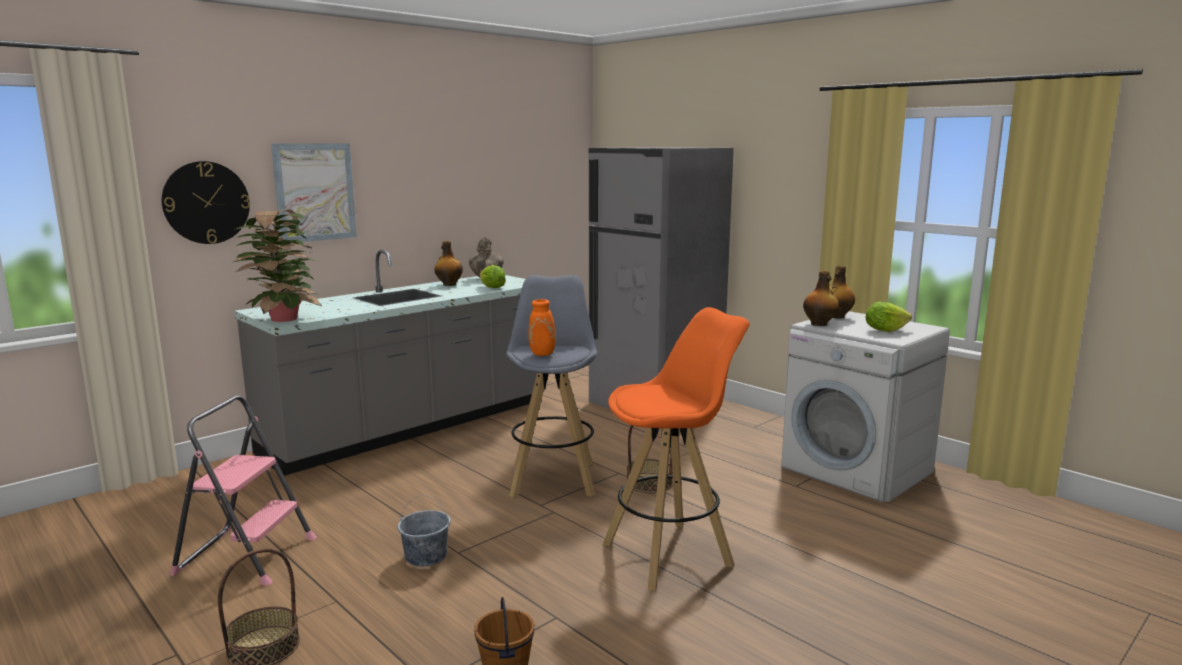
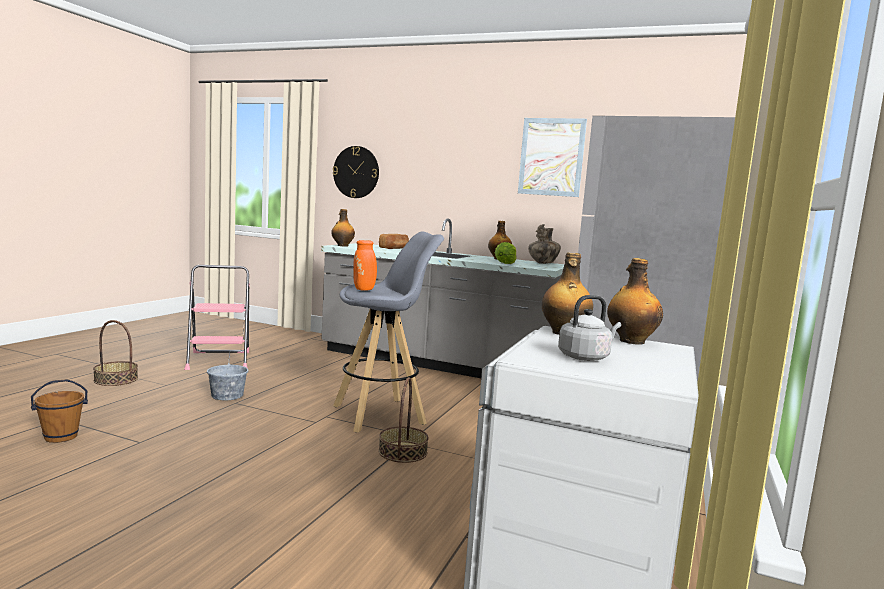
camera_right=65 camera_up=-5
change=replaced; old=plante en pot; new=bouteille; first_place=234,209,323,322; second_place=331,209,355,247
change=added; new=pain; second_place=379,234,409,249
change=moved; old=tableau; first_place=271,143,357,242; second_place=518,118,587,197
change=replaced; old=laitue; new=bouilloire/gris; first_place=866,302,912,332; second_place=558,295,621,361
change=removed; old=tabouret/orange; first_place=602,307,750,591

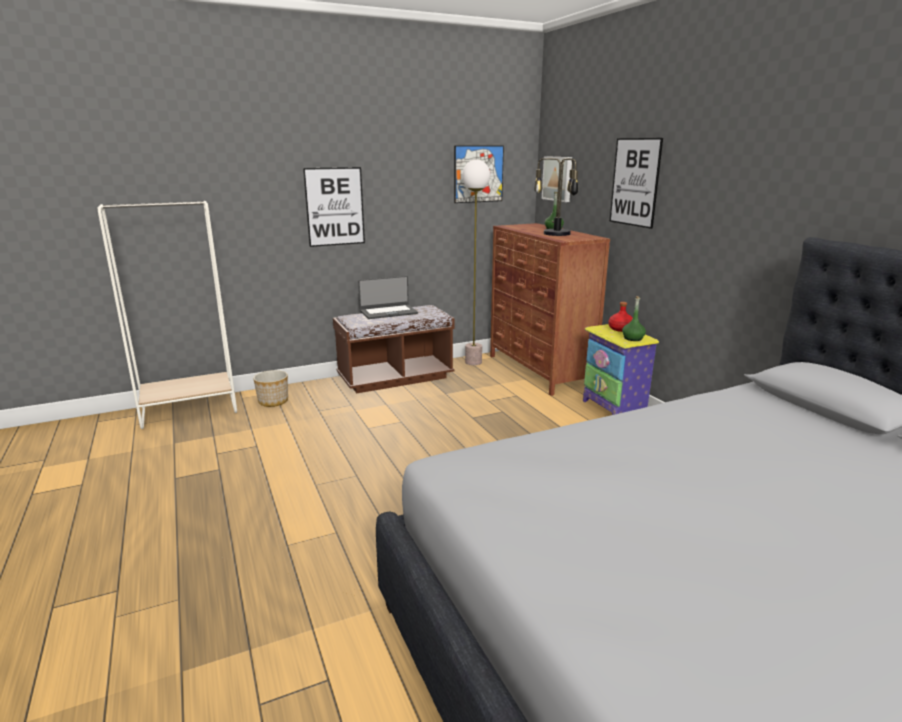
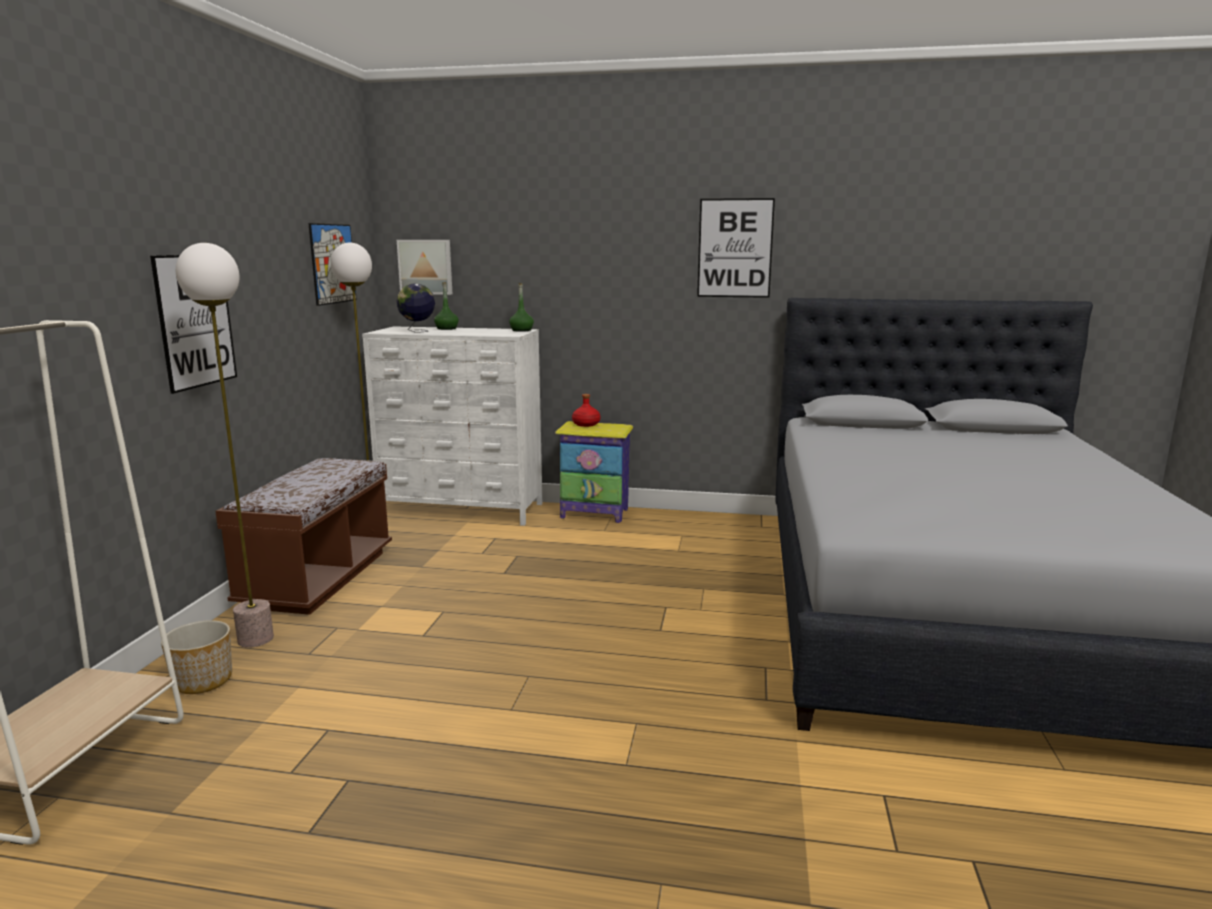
camera_right=-55 camera_up=-5
change=added; new=lampadaire; second_place=176,243,274,648
change=recoloured; old=commode/marron; new=commode/blanc; first_place=490,223,610,396; second_place=362,326,542,526
change=added; new=globe; second_place=397,283,435,333
change=moved; old=bouteille/vert; first_place=622,296,646,341; second_place=509,283,534,332
change=moved; old=tableau; first_place=610,138,663,229; second_place=697,198,775,298
change=removed; old=ordinateur portable; first_place=358,276,418,319
change=removed; old=lampe de table; first_place=534,158,578,236

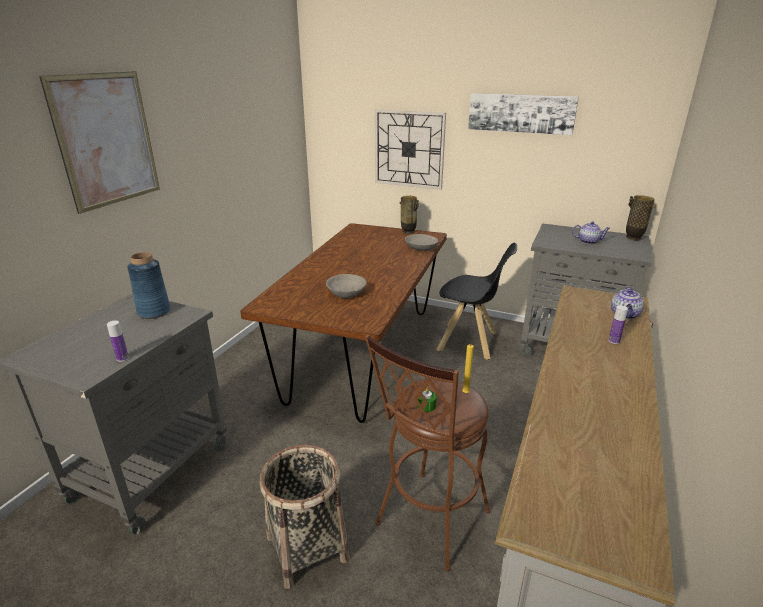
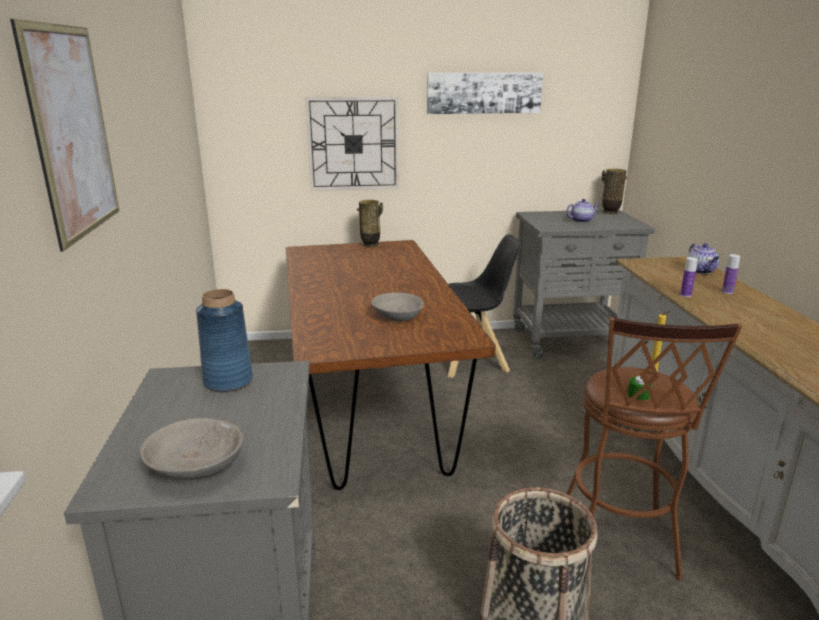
camera_right=-30 camera_up=-5
change=moved; old=bol/gris; first_place=405,234,438,251; second_place=139,418,243,480
change=moved; old=bouteille; first_place=107,321,129,362; second_place=680,257,698,297

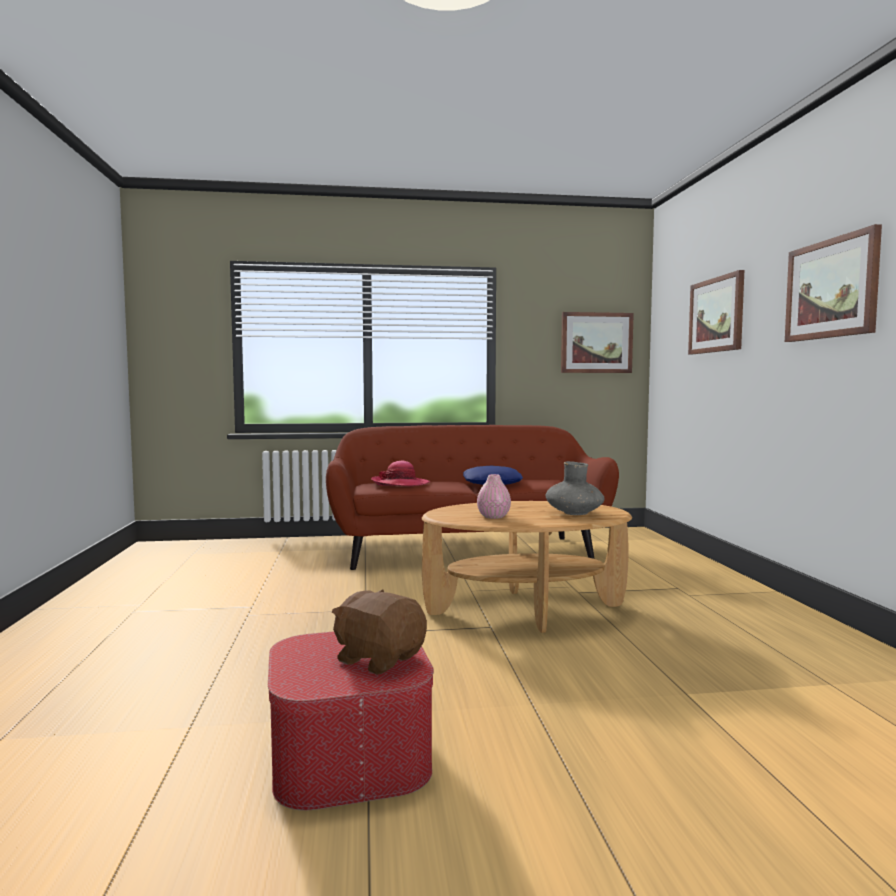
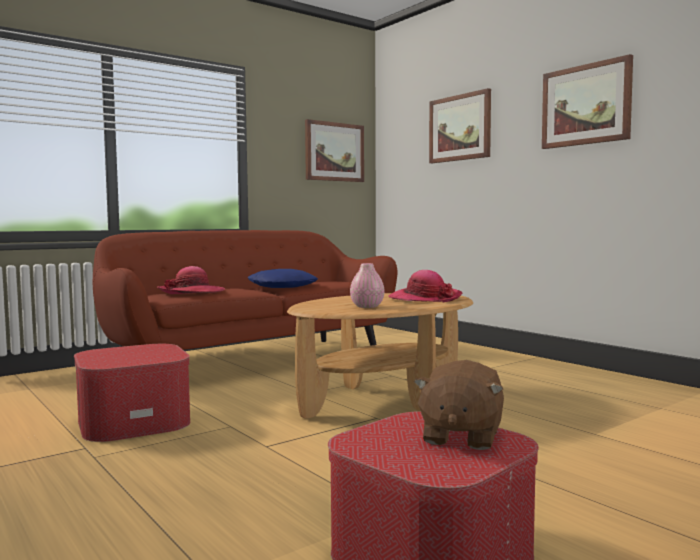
camera_right=-30 camera_up=0
change=added; new=pouf; second_place=74,344,190,442
change=replaced; old=vase/gris; new=chapeau; first_place=546,461,604,515; second_place=388,270,462,302
change=turned; old=peluche/marron; first_place=332,589,427,675; second_place=414,360,504,450; degrees=-75

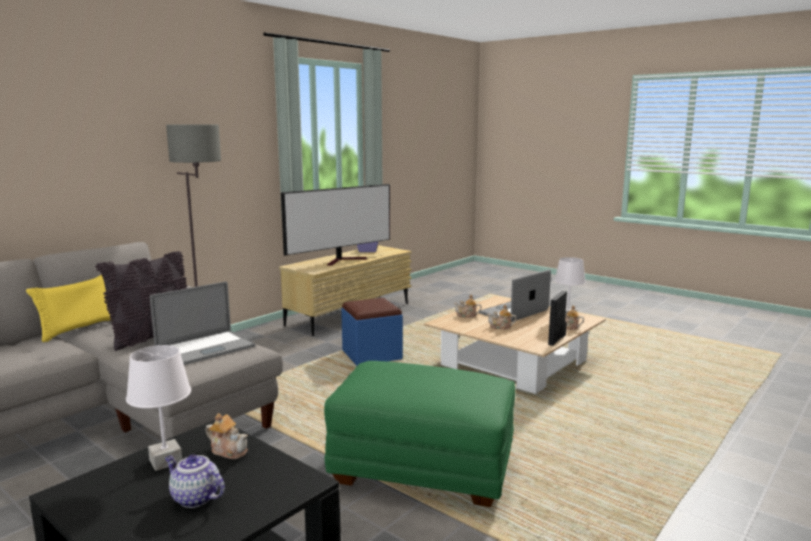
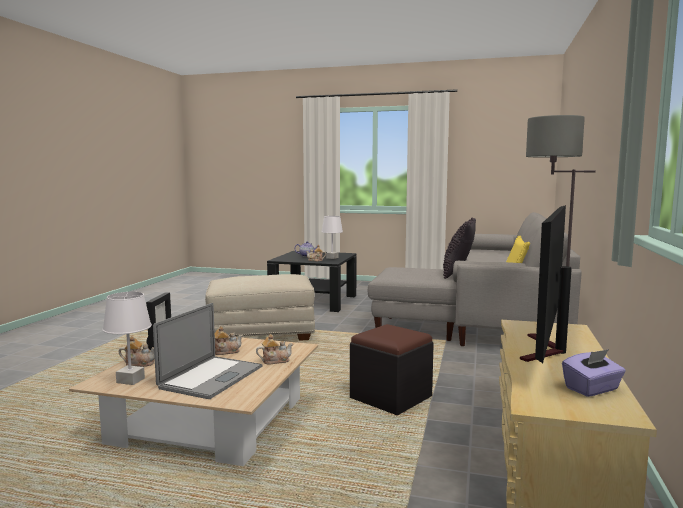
camera_right=155 camera_up=-5
change=recoloured; old=pouf/vert; new=pouf/beige; first_place=324,361,515,507; second_place=205,274,315,341
change=recoloured; old=pouf/bleu; new=pouf/noir; first_place=341,298,403,366; second_place=350,324,434,415
change=removed; old=ordinateur portable; first_place=150,281,255,365

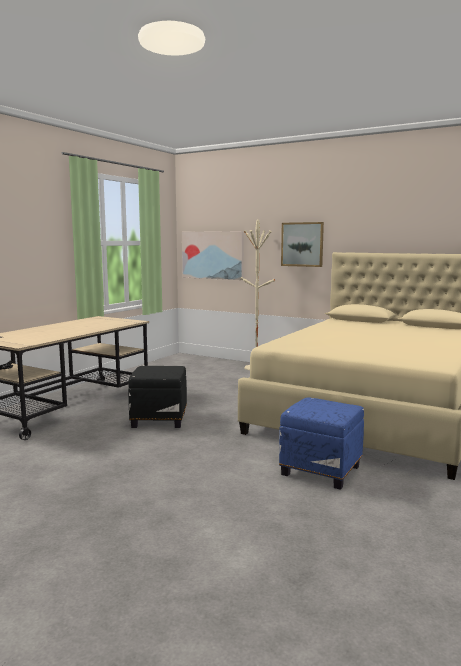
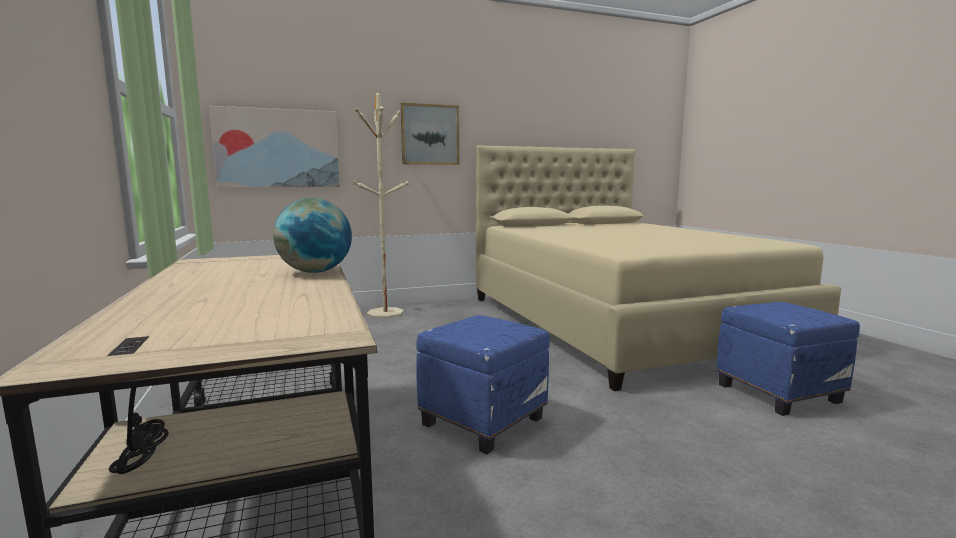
camera_right=-50 camera_up=0
change=added; new=globe; second_place=273,198,352,273
change=recoloured; old=pouf/noir; new=pouf/bleu; first_place=128,366,187,428; second_place=416,315,550,454

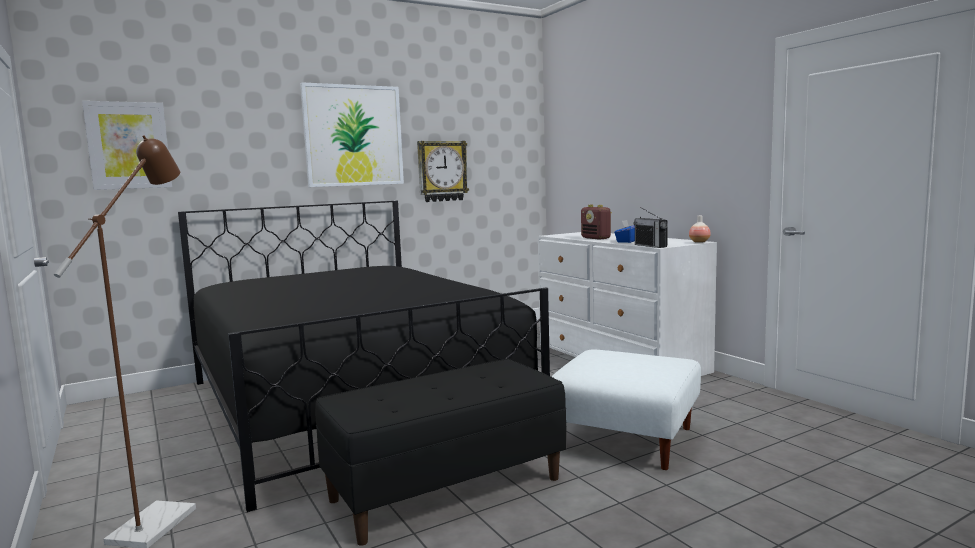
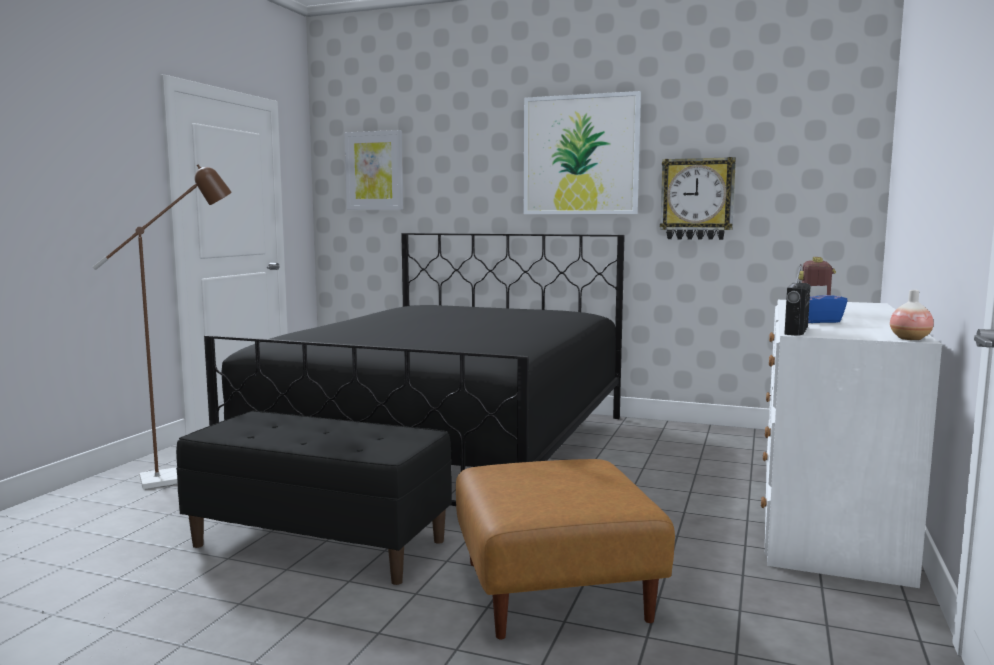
camera_right=50 camera_up=0
change=recoloured; old=pouf/blanc; new=pouf/marron; first_place=551,349,701,470; second_place=456,459,675,639

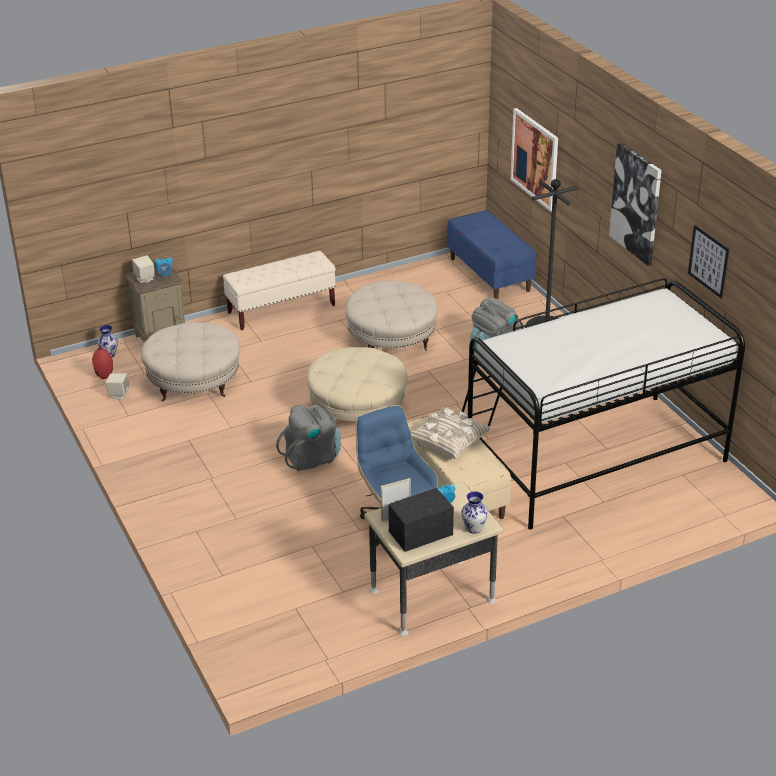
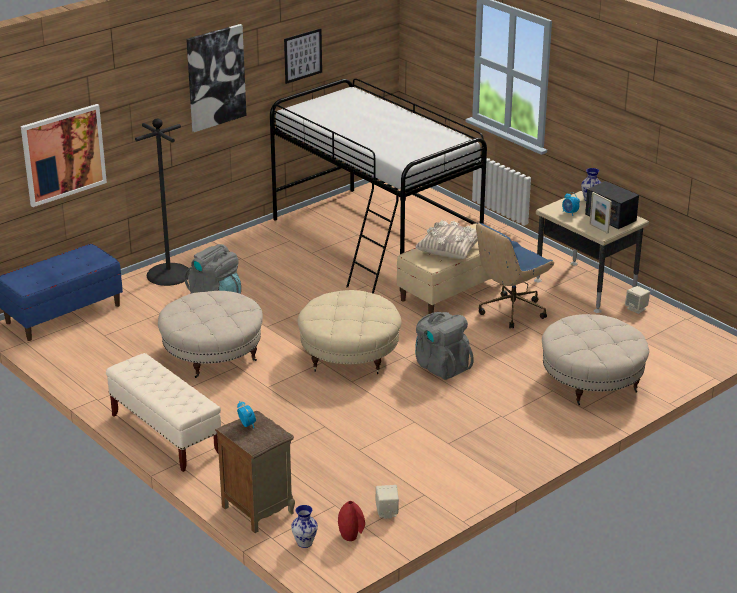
camera_right=-105 camera_up=-5
change=moved; old=pouf/beige; first_place=141,322,240,401; second_place=542,314,649,405
change=moved; old=enceinte/beige; first_place=132,255,155,283; second_place=625,286,650,314

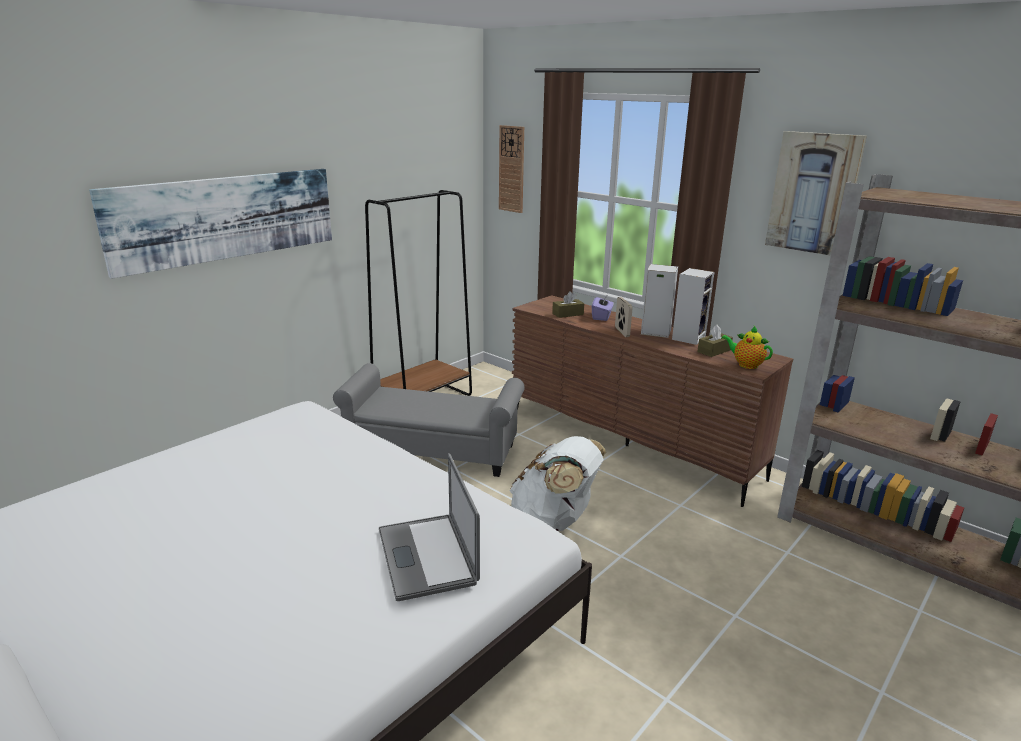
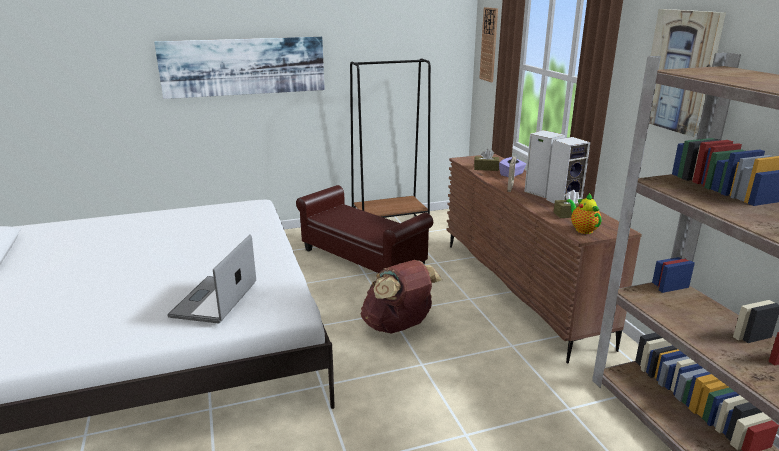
camera_right=30 camera_up=0
change=recoloured; old=pouf/gris; new=pouf/marron; first_place=333,363,525,477; second_place=296,185,433,273
change=recoloured; old=sac à dos/blanc; new=sac à dos/marron; first_place=510,436,606,531; second_place=361,260,442,333

